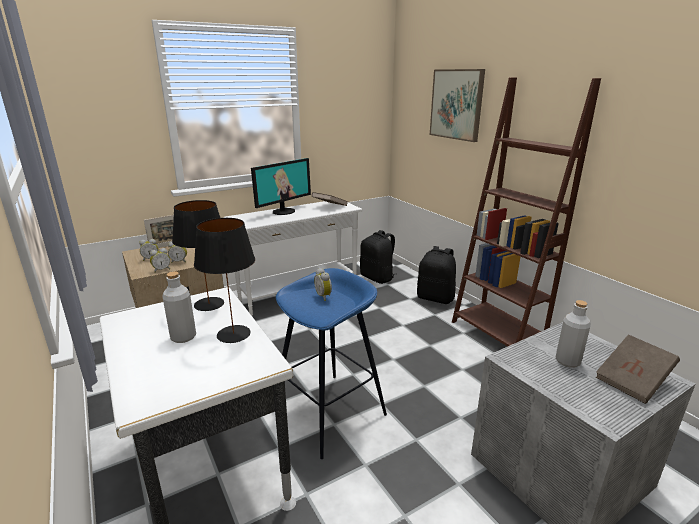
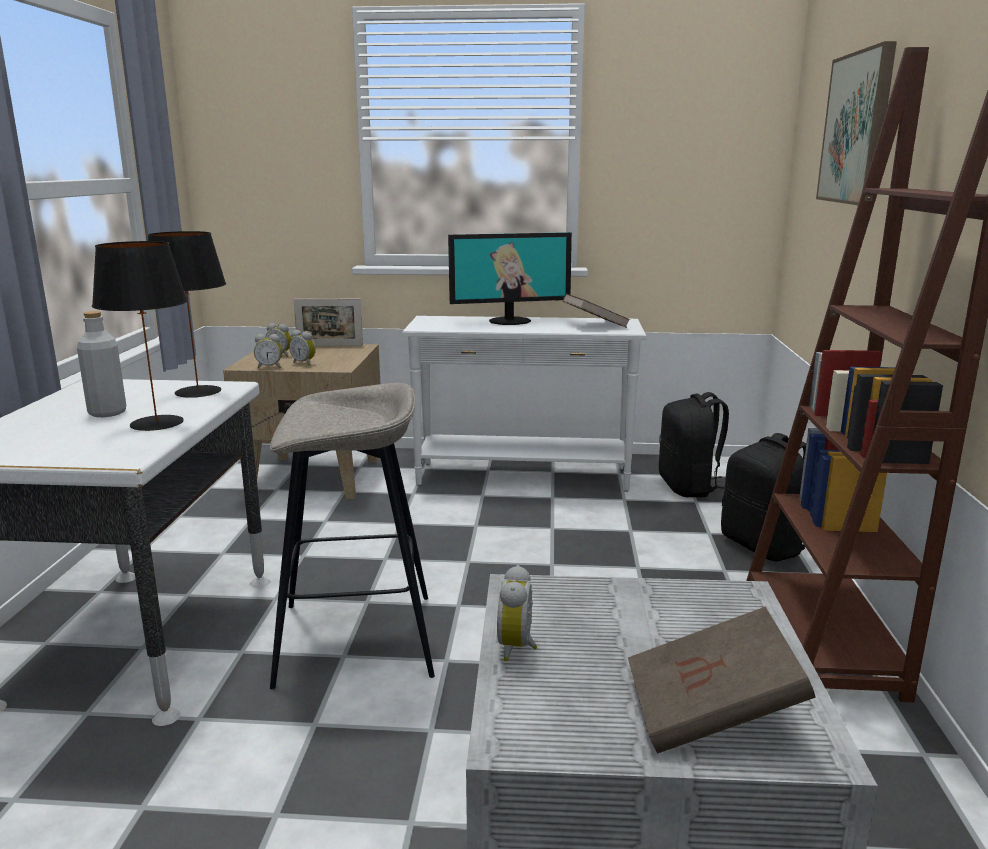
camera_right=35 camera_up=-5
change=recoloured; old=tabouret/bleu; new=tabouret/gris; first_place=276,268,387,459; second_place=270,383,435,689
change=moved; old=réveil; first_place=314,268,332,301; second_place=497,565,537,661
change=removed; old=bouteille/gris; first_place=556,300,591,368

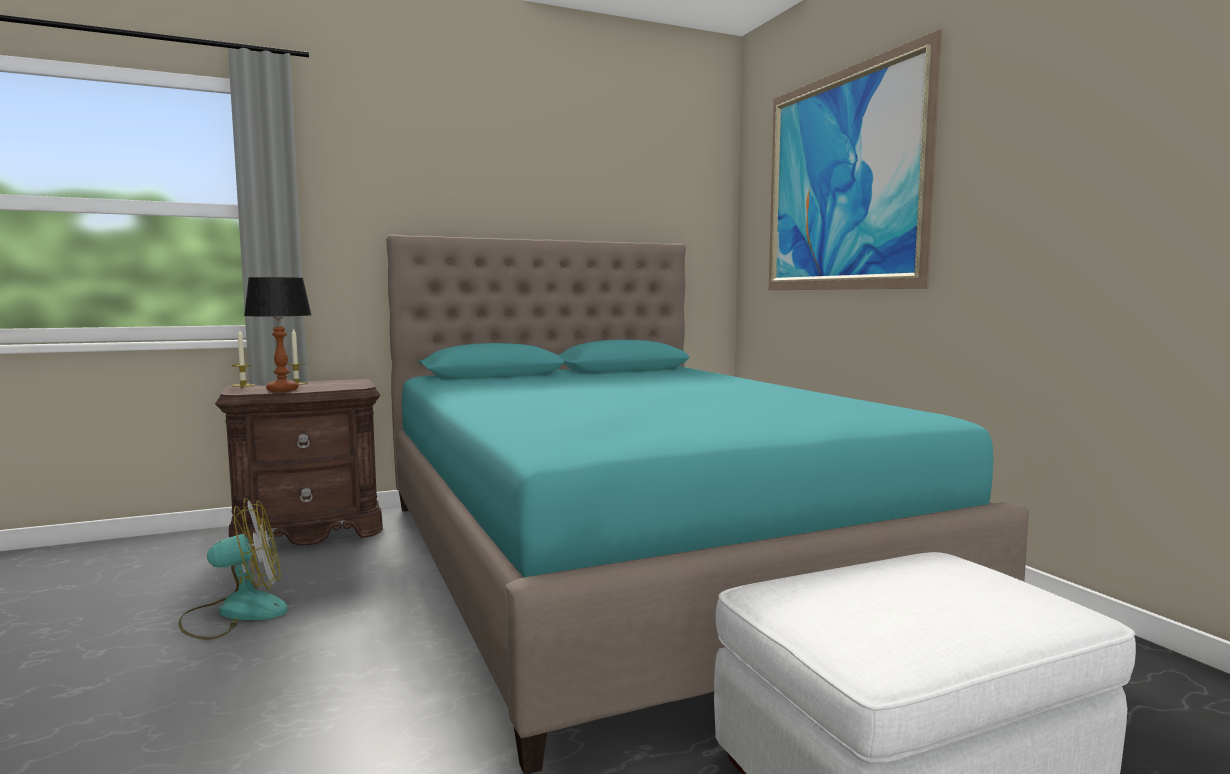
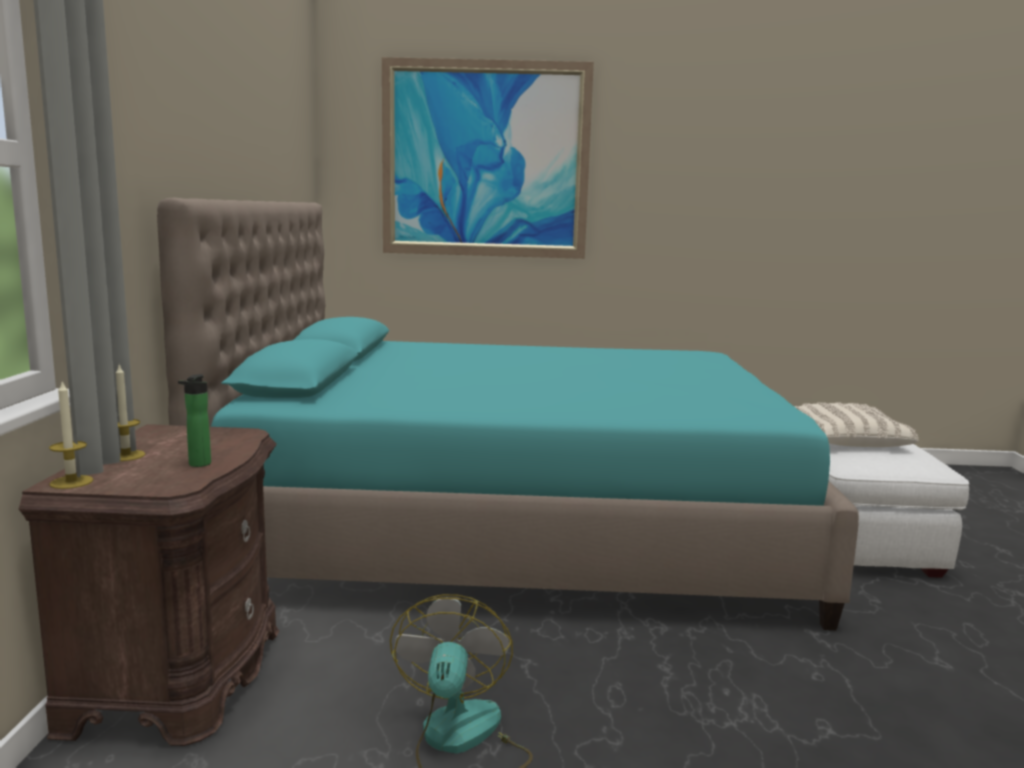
camera_right=-65 camera_up=5
change=replaced; old=lampe de table; new=bouteille; first_place=244,277,311,392; second_place=178,374,211,467
change=added; new=coussin/beige; second_place=794,402,919,447

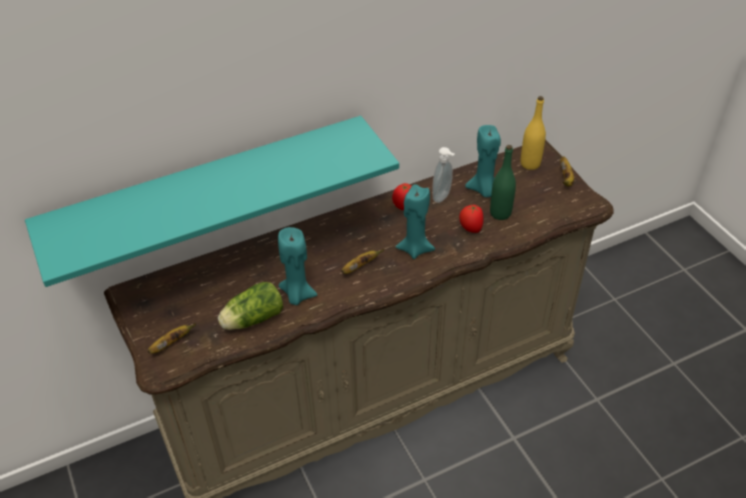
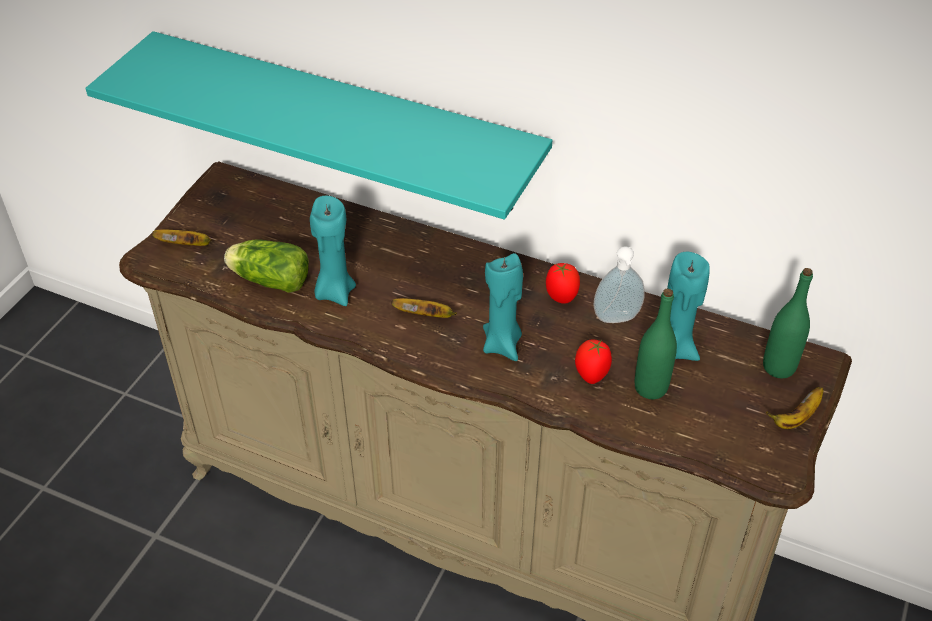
camera_right=50 camera_up=0
change=recoloured; old=bouteille/jaune; new=bouteille/vert; first_place=521,96,546,170; second_place=763,268,813,378

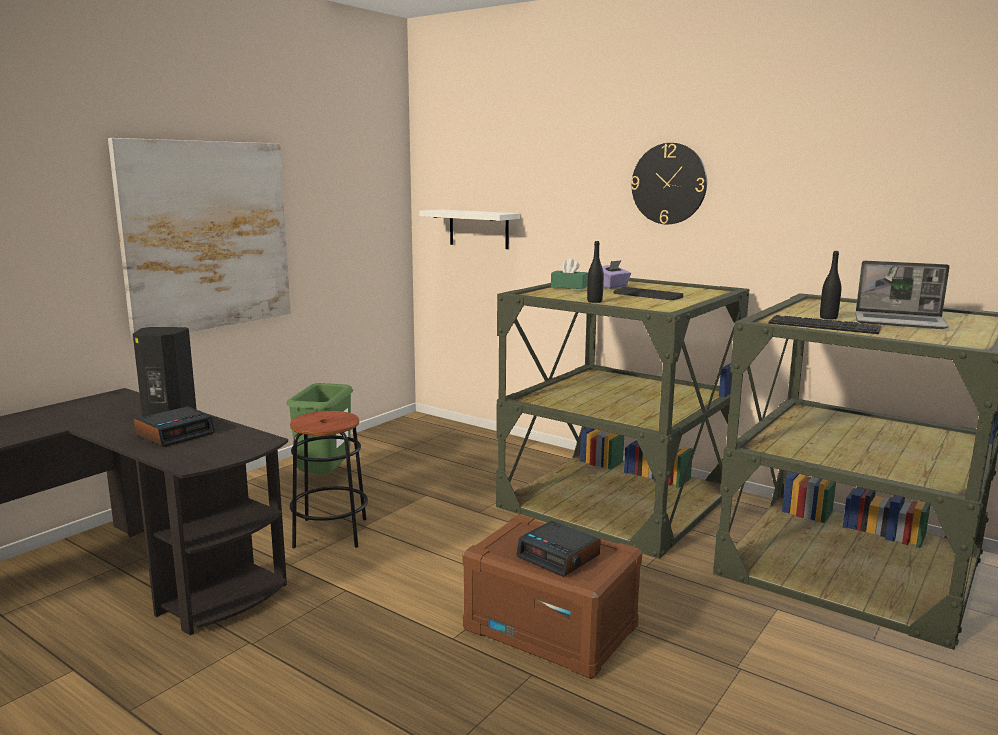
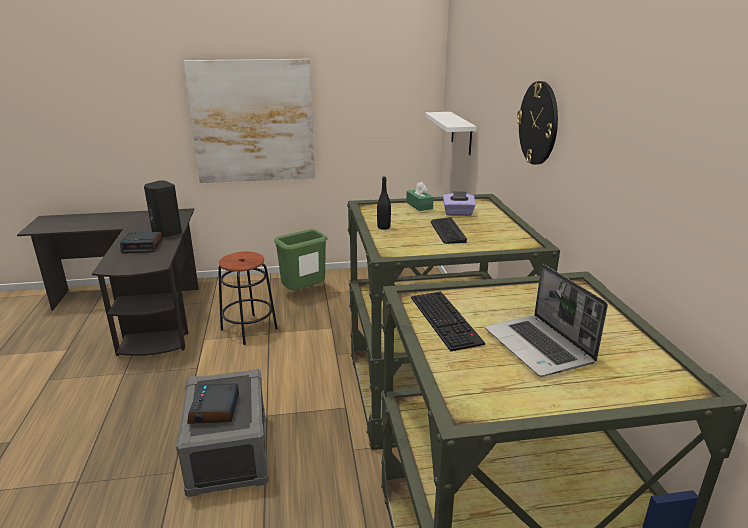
camera_right=45 camera_up=10
change=recoloured; old=boîte de rangement/marron; new=boîte de rangement/gris; first_place=462,514,642,679; second_place=176,369,269,497
change=removed; old=bouteille/noir; first_place=820,251,841,319

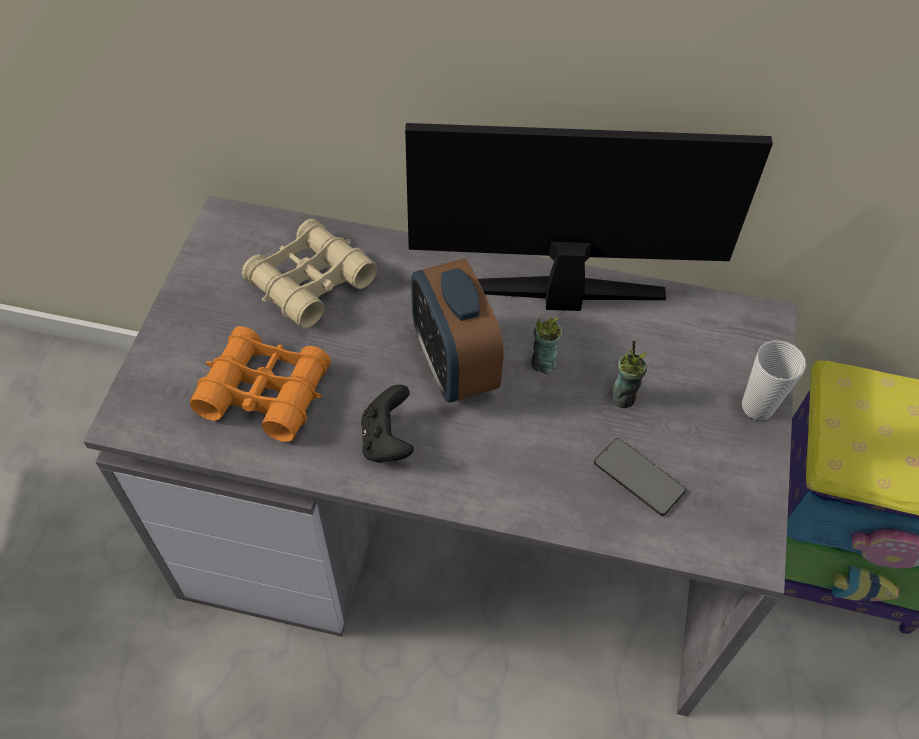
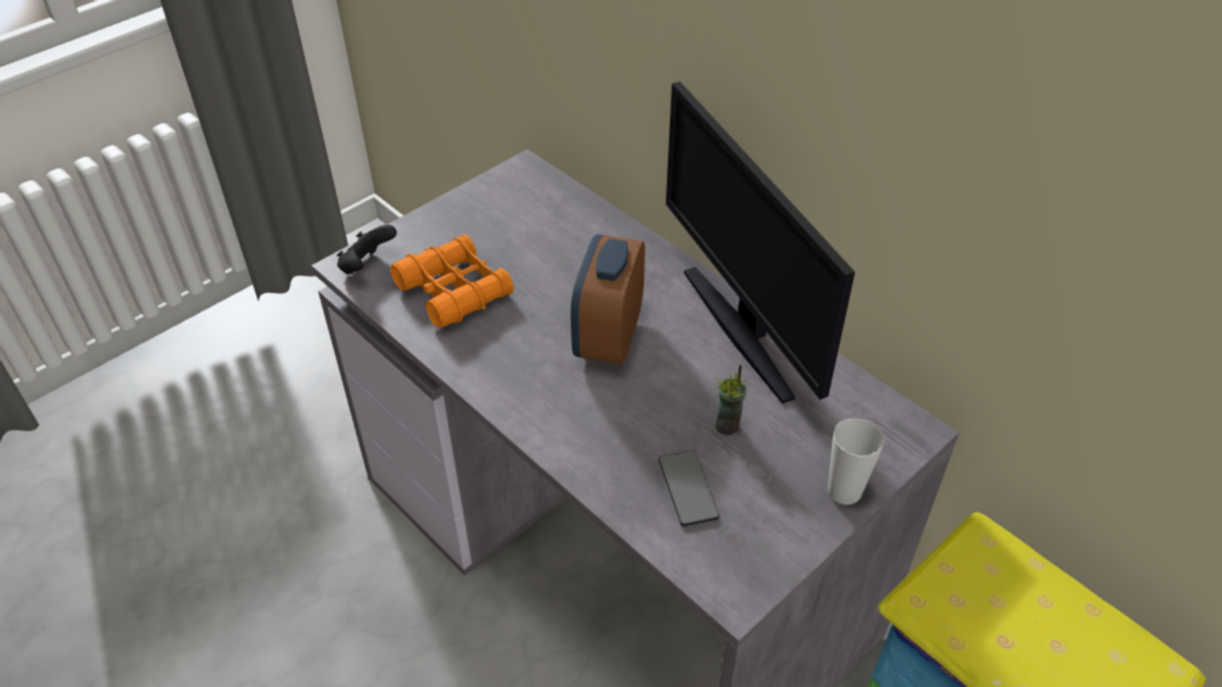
camera_right=35 camera_up=-10
change=moved; old=manette/noir; first_place=361,385,414,462; second_place=337,225,397,275
change=turned; old=écran d'ordinateur; first_place=405,123,773,311; second_place=666,81,855,404; degrees=-150
change=removed; old=jumelles/beige; first_place=242,219,377,328
change=removed; old=tasse; first_place=531,317,562,374

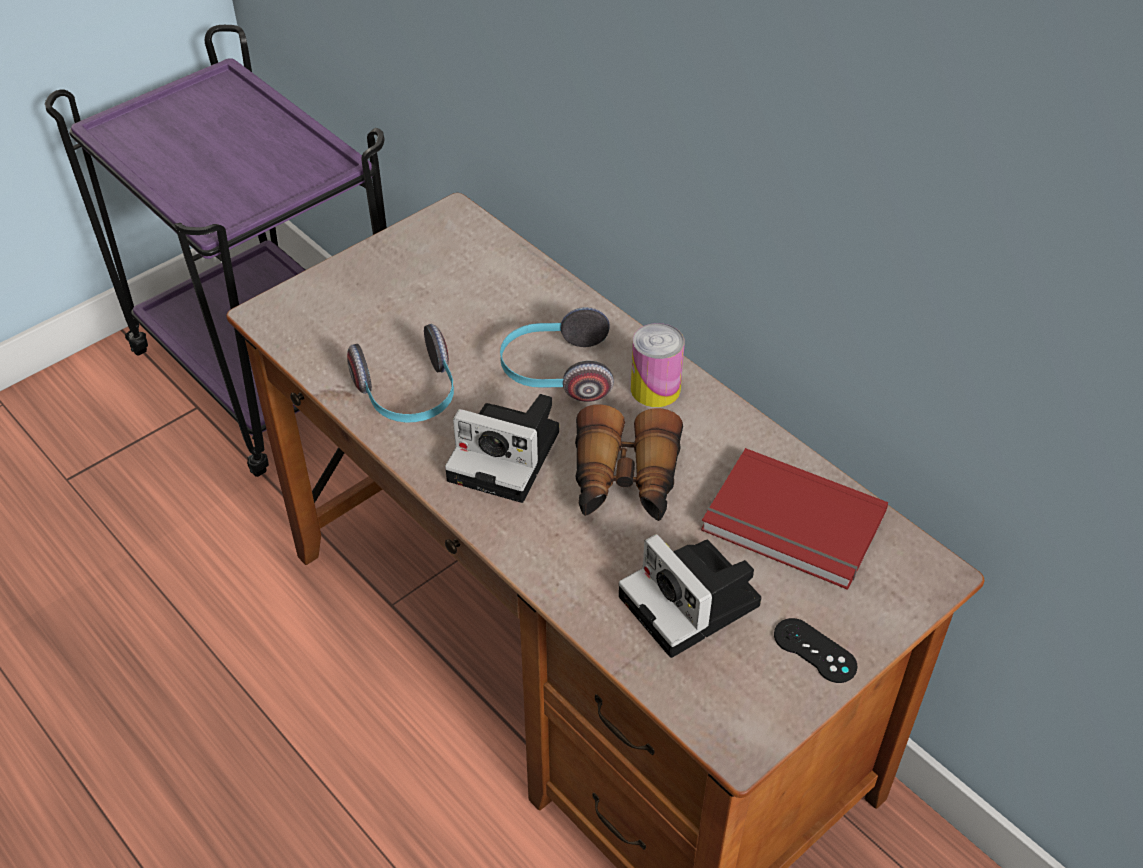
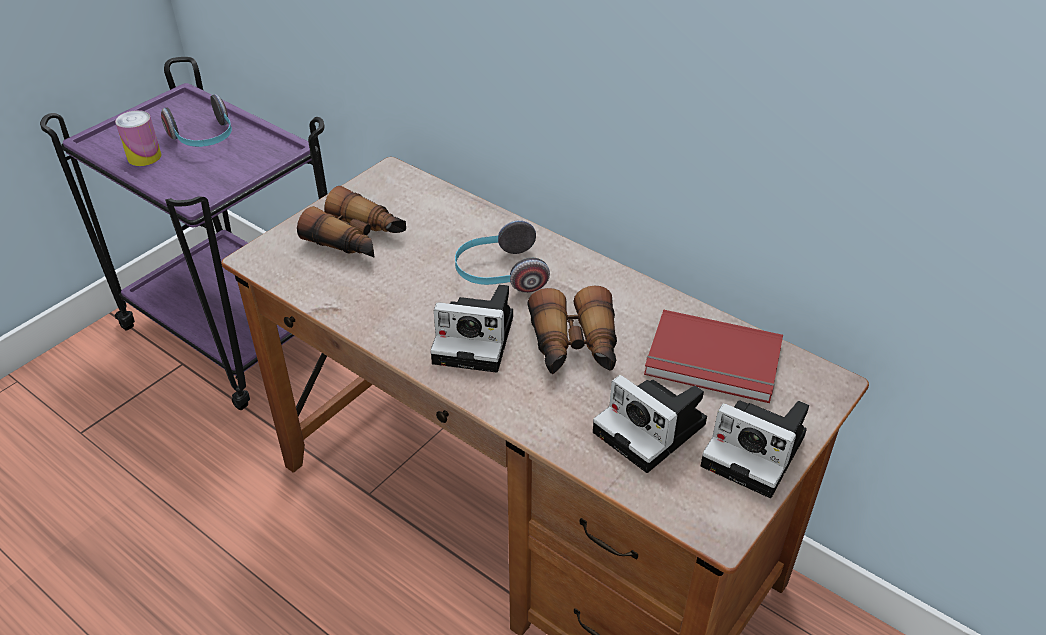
camera_right=-10 camera_up=-5
change=moved; old=boîte métallique; first_place=631,323,685,407; second_place=115,110,161,166
change=moved; old=casque audio; first_place=347,324,454,422; second_place=161,94,232,147
change=added; new=jumelles; second_place=297,186,406,258
change=replaced; old=manette/noir; new=appareil photo; first_place=774,618,857,683; second_place=701,400,809,498

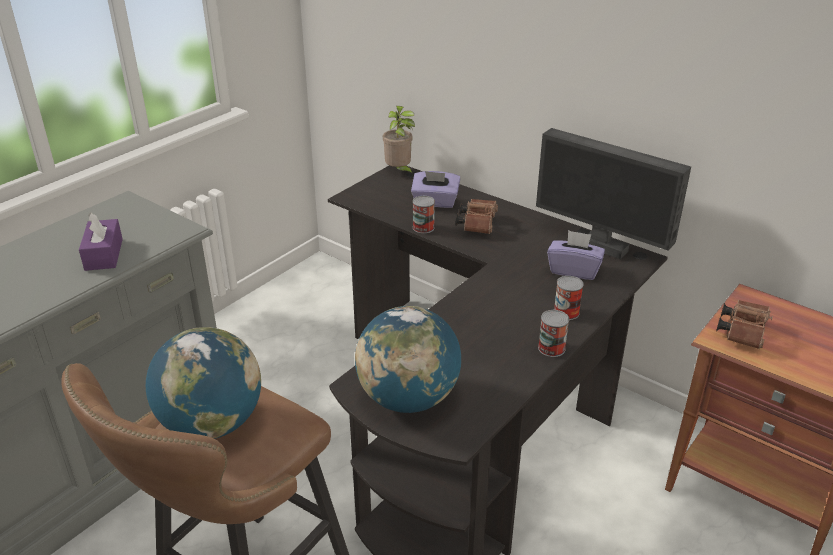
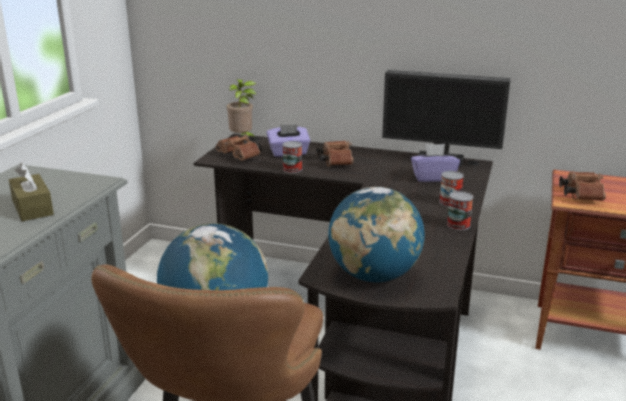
camera_right=-20 camera_up=-10
change=recoloured; old=boîte à mouchoirs/violet; new=boîte à mouchoirs/marron; first_place=79,213,123,271; second_place=9,163,54,221
change=added; new=jumelles/marron; second_place=216,134,262,161

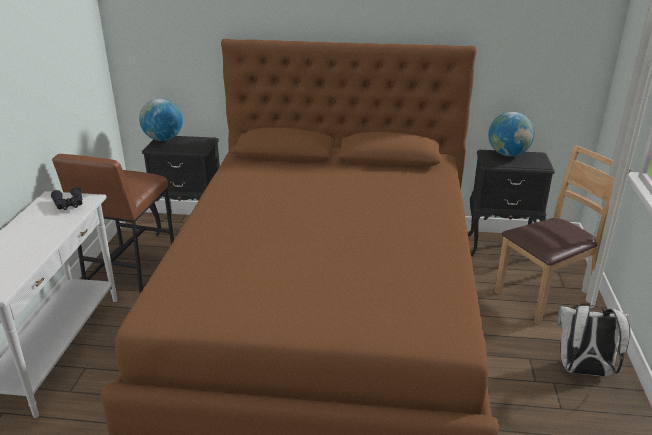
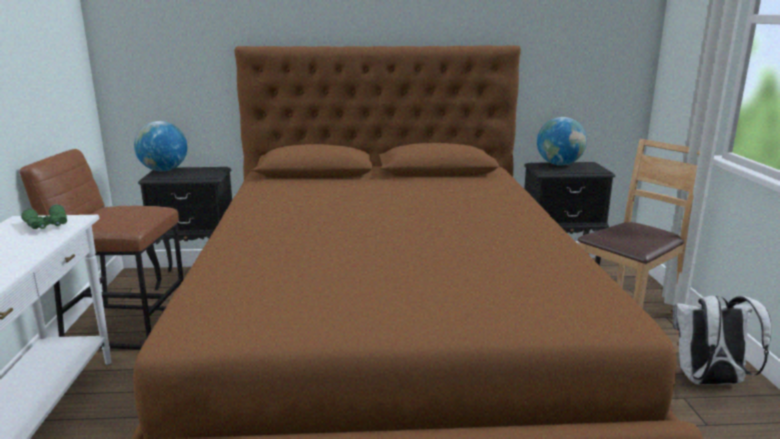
camera_right=-10 camera_up=-10
change=turned; old=chaise/marron; first_place=52,154,174,293; second_place=20,149,184,350; degrees=90
change=recoloured; old=jumelles/noir; new=jumelles/vert; first_place=51,186,82,210; second_place=21,204,67,229

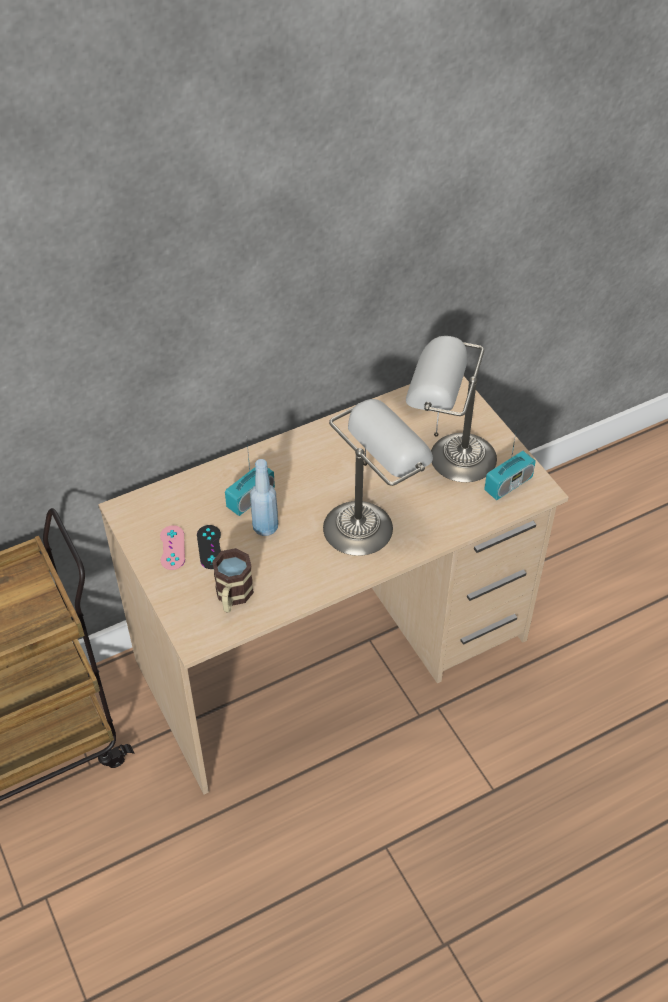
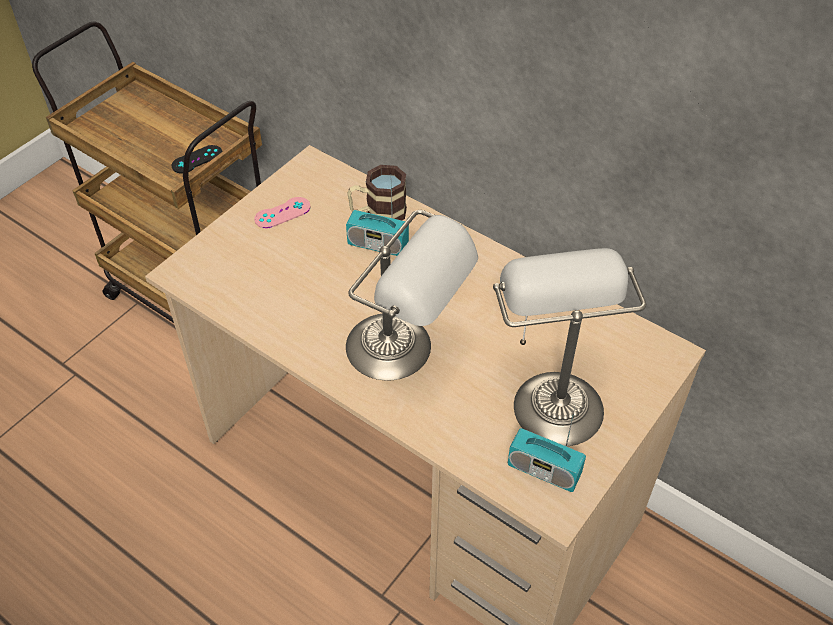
camera_right=65 camera_up=0
change=moved; old=manette/noir; first_place=197,525,221,569; second_place=171,145,223,174
change=moved; old=mug; first_place=212,548,254,613; second_place=348,165,407,220
change=removed; old=bouteille/bleu; first_place=250,459,278,536

